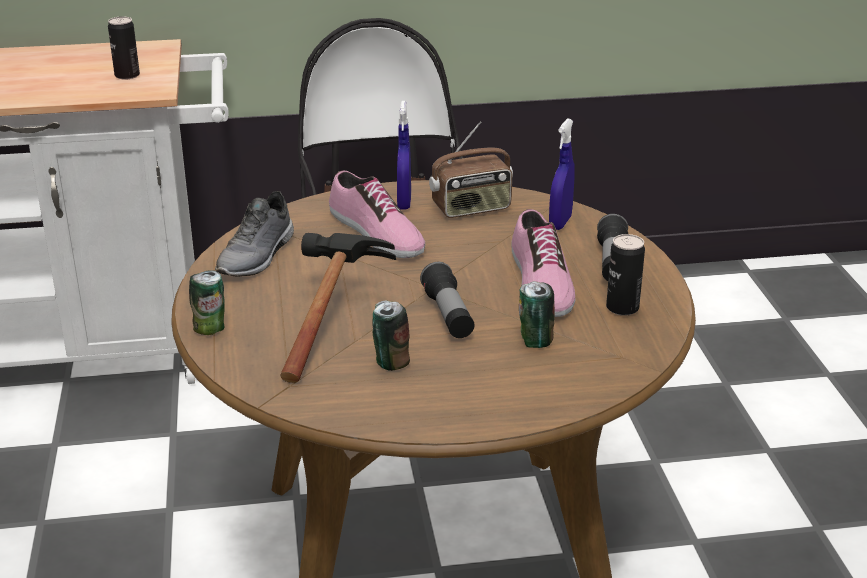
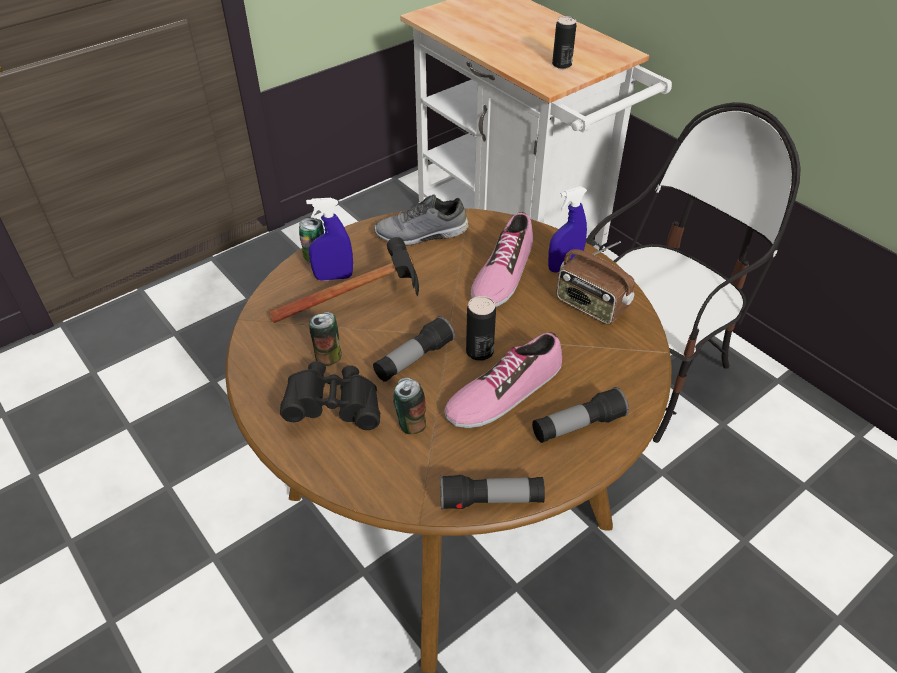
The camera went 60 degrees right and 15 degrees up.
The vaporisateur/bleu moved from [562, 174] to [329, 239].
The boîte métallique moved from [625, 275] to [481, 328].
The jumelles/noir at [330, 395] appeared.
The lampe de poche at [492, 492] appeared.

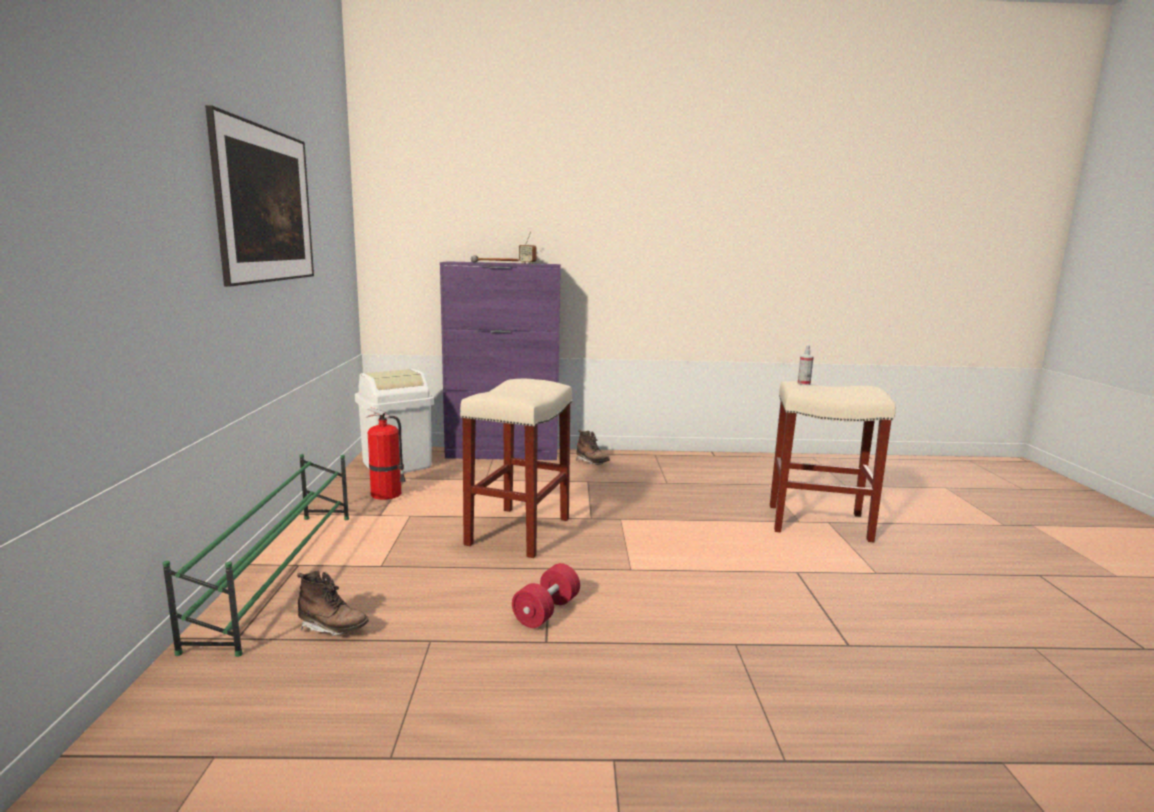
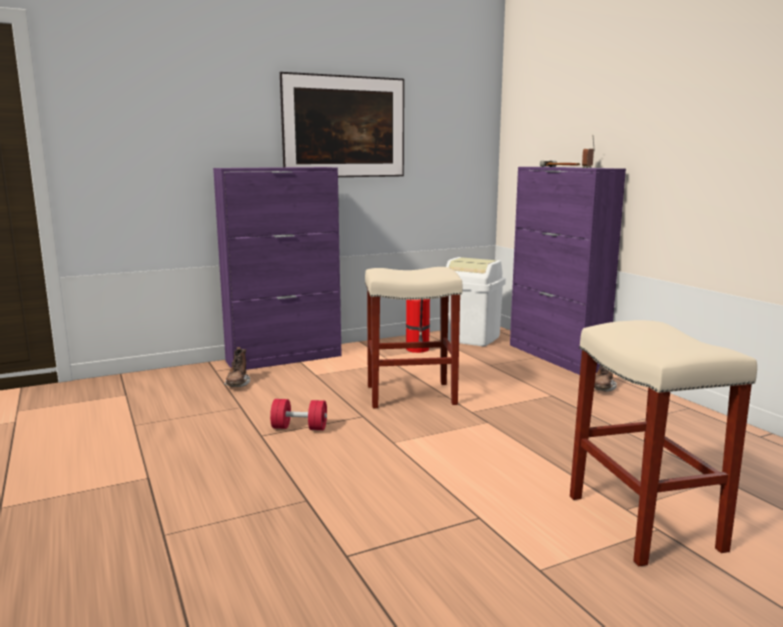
The camera went 65 degrees right and 0 degrees up.
The vaporisateur at [806, 365] disappeared.
The étagère à chaussures/vert at [255, 555] was replaced by the meuble de rangement/violet at [277, 268].

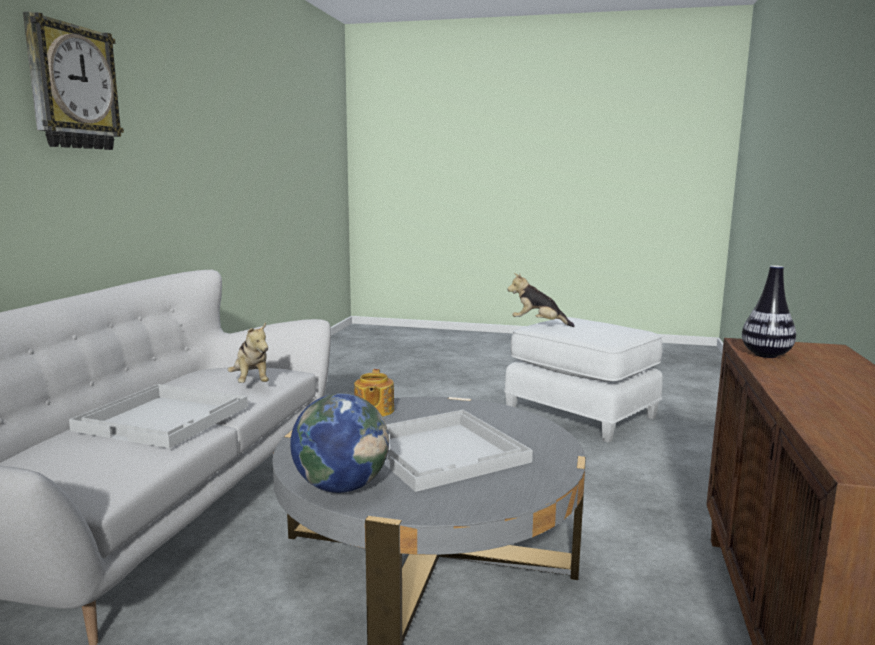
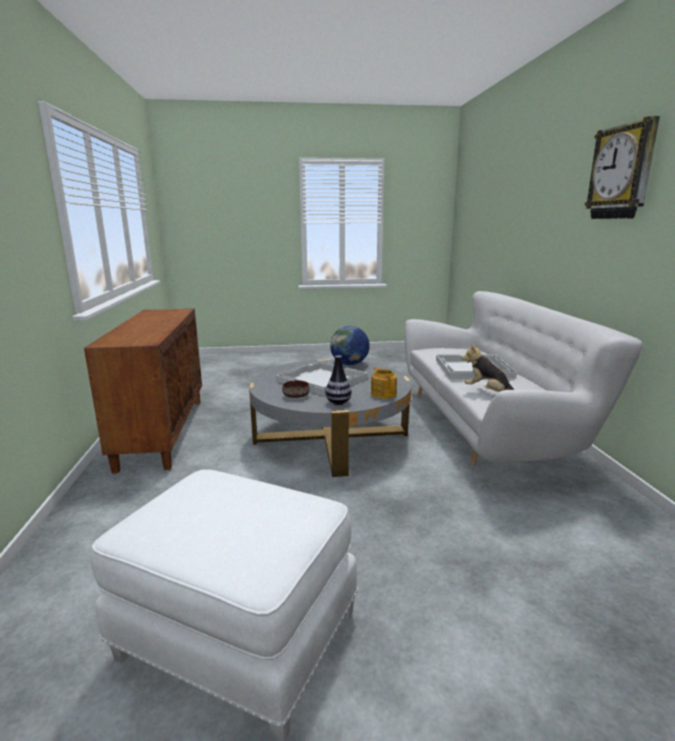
The camera went 160 degrees right and 5 degrees up.
The vase moved from [769, 311] to [338, 380].
The peluche at [541, 300] disappeared.
The bol/marron at [296, 389] appeared.

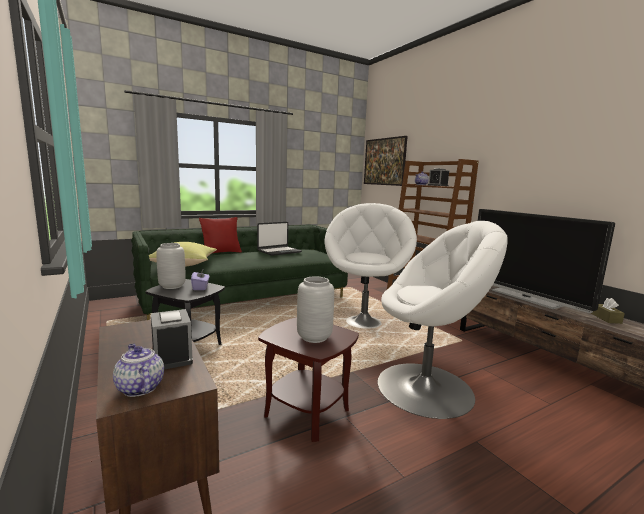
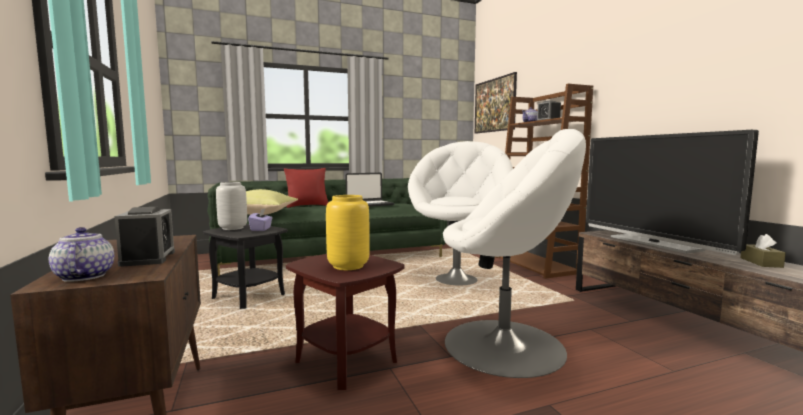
The camera went 10 degrees right and 5 degrees down.
The vase/gris at [315, 309] became the vase/jaune at [348, 232].

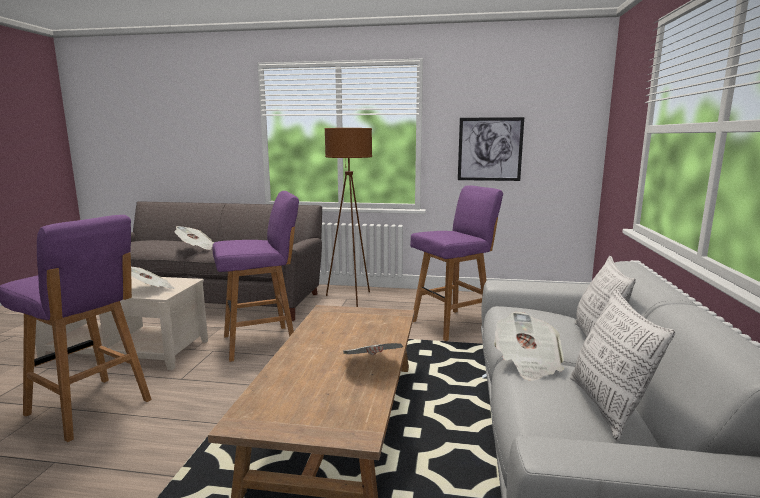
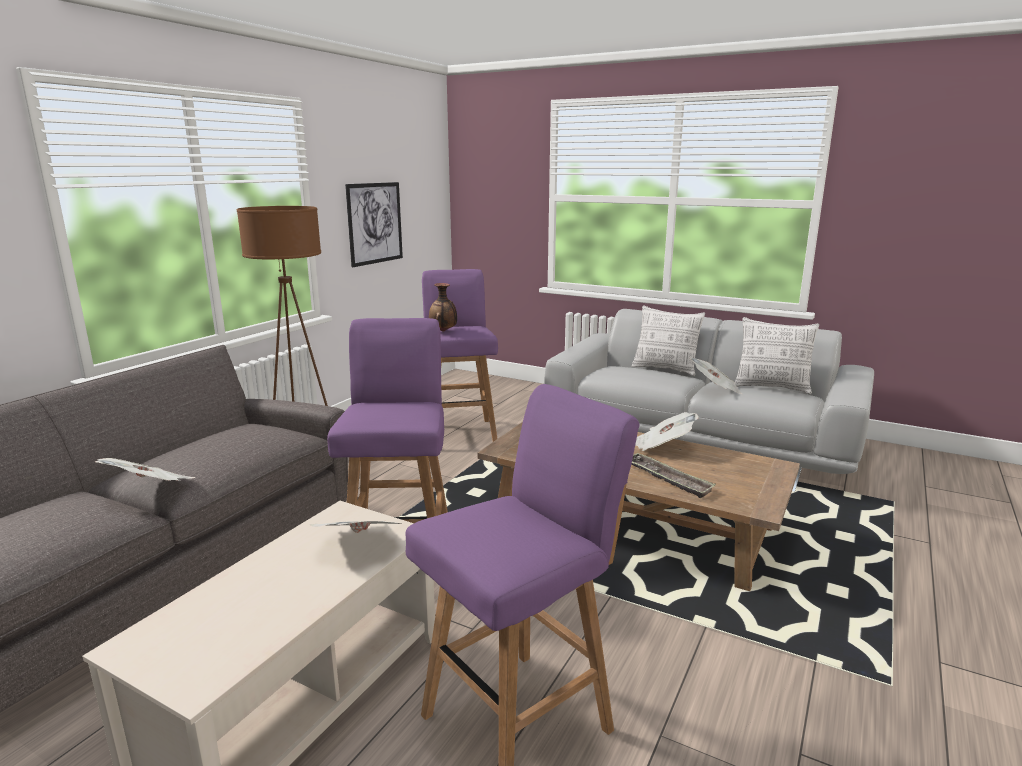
The camera went 70 degrees left and 5 degrees up.
The vase at [443, 307] appeared.
The plateau at [673, 475] appeared.

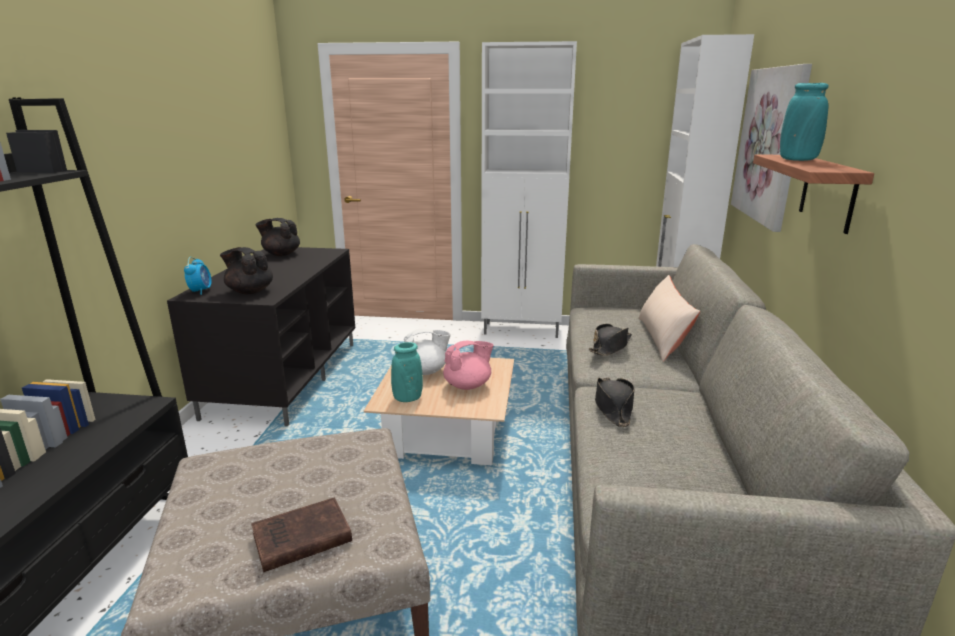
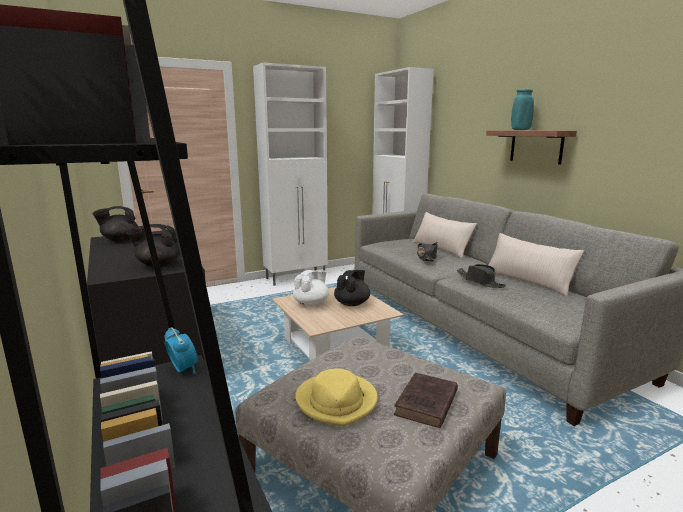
The camera went 35 degrees left and 5 degrees down.
The tableau at [771, 148] disappeared.
The réveil moved from [197, 276] to [181, 350].
The théière/rose at [468, 365] became the théière/noir at [352, 288].
The vase/turquoise at [407, 372] disappeared.
The coussin/beige at [536, 264] appeared.
The chapeau/jaune at [336, 397] appeared.

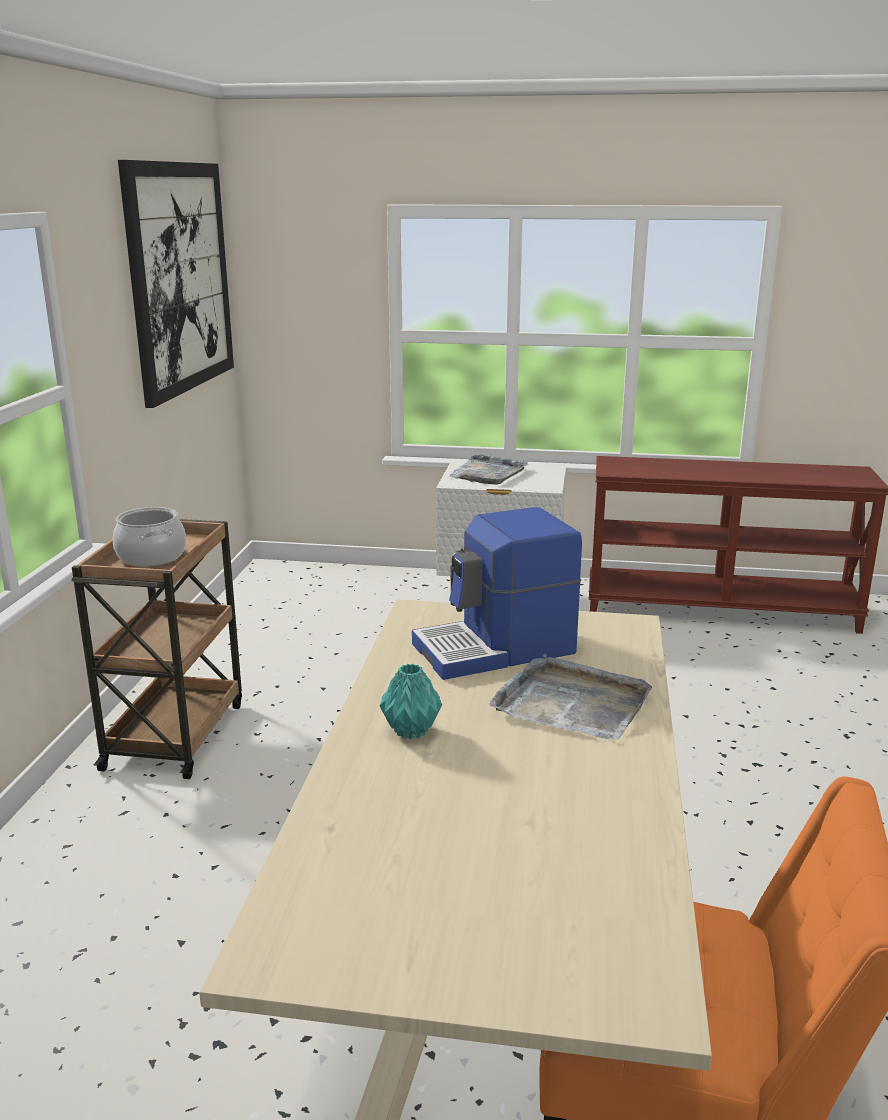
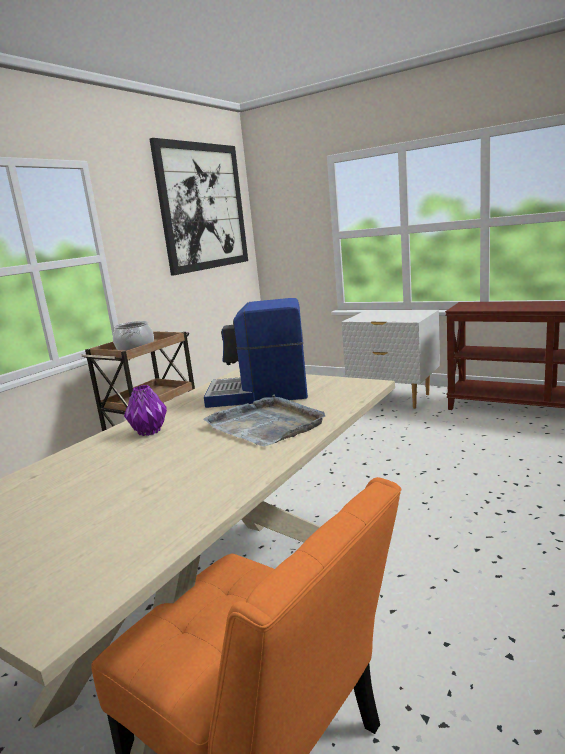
The camera went 25 degrees right and 5 degrees down.
The plateau/gris at [488, 469] disappeared.
The vase/turquoise at [411, 701] became the vase/violet at [145, 410].

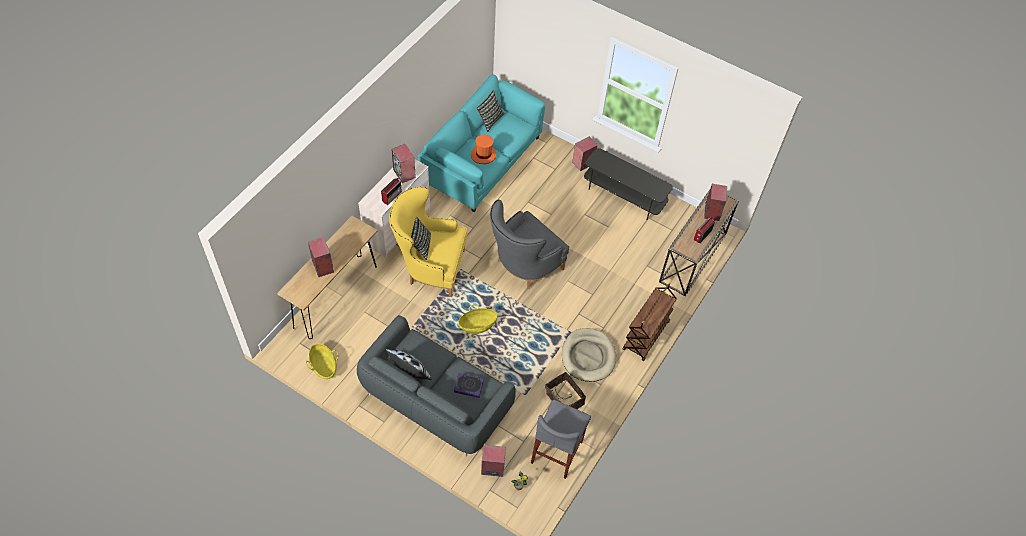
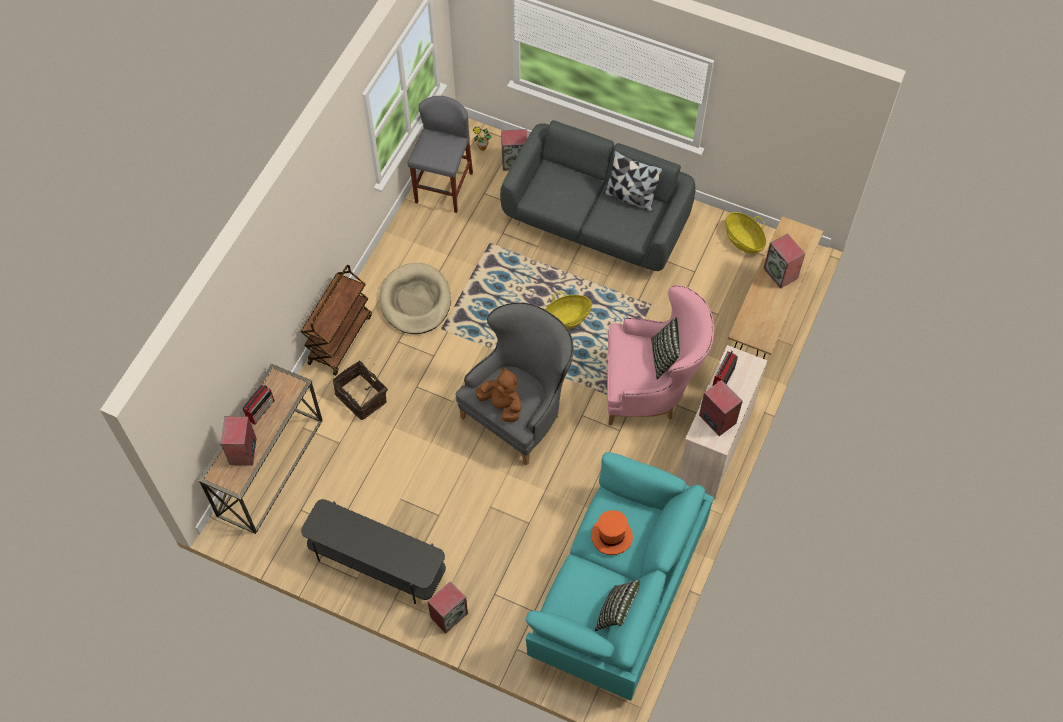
The camera went 175 degrees right and 5 degrees up.
The fauteuil/jaune at [428, 241] became the fauteuil/rose at [660, 355].
The panier moved from [565, 390] to [360, 390].
The livre at [469, 385] disappeared.
The peluche/marron at [499, 394] appeared.

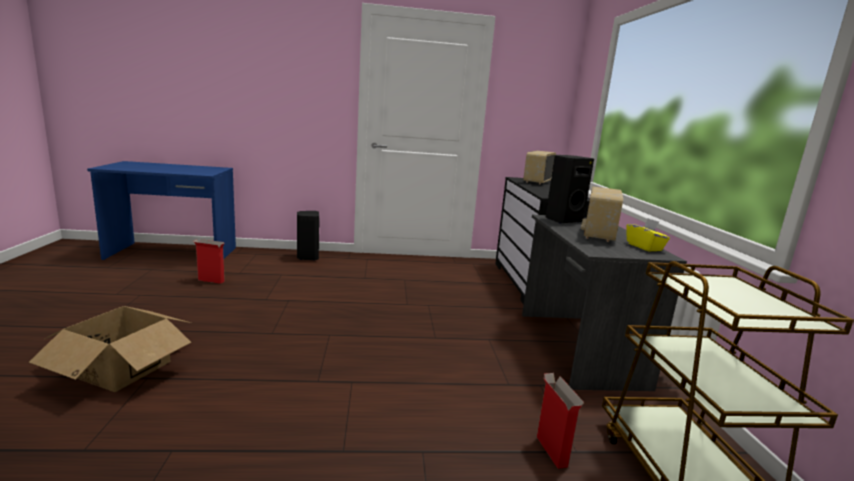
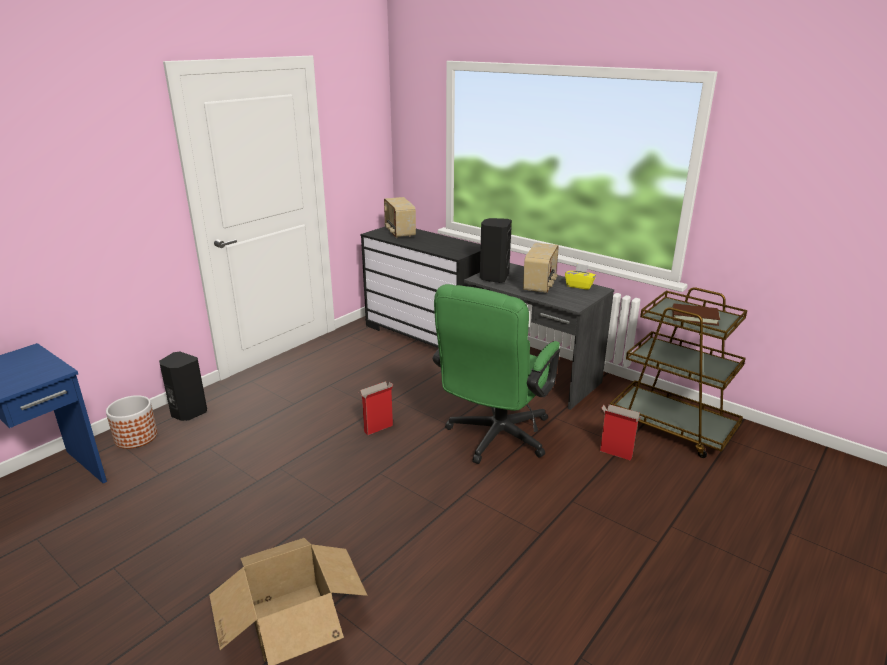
The camera went 45 degrees left and 10 degrees up.
The radio at [602, 214] turned 135 degrees counterclockwise.
The carton moved from [209, 261] to [376, 408].
The chaise de bureau/vert at [496, 374] appeared.
The livre/marron at [696, 314] appeared.
The cache-pot at [132, 422] appeared.

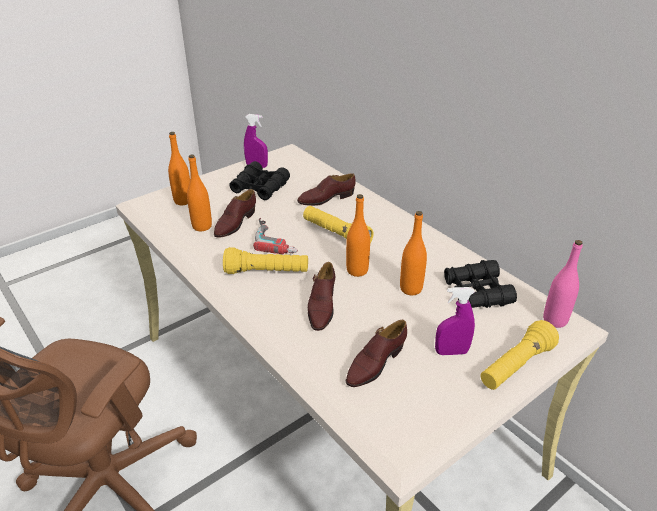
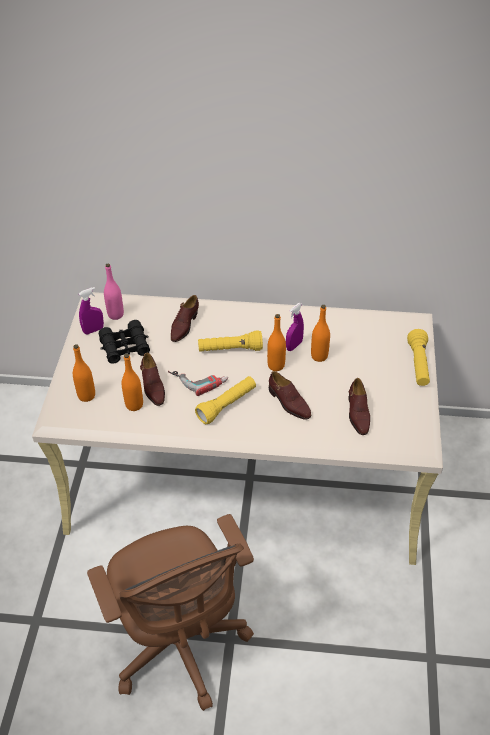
The camera went 45 degrees left and 10 degrees up.
The bouteille/rose moved from [562, 284] to [114, 292].
The jumelles/noir at [480, 284] disappeared.
The vaporisateur/violet moved from [455, 321] to [295, 327].

